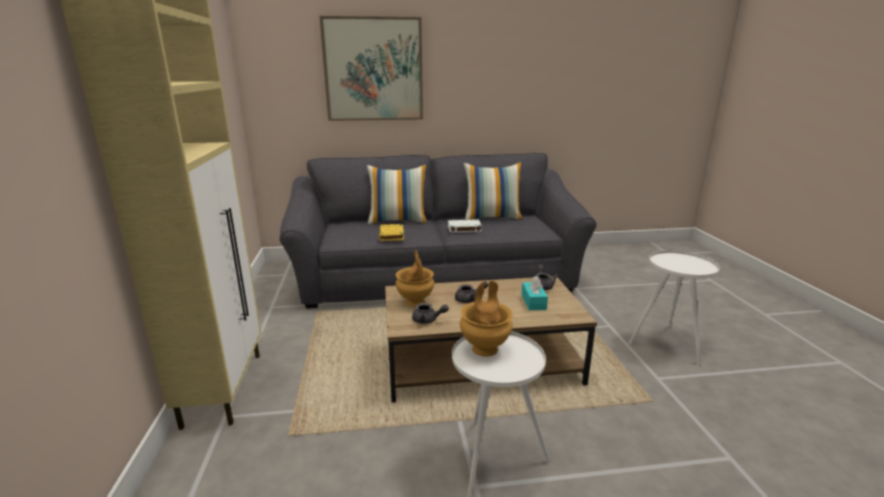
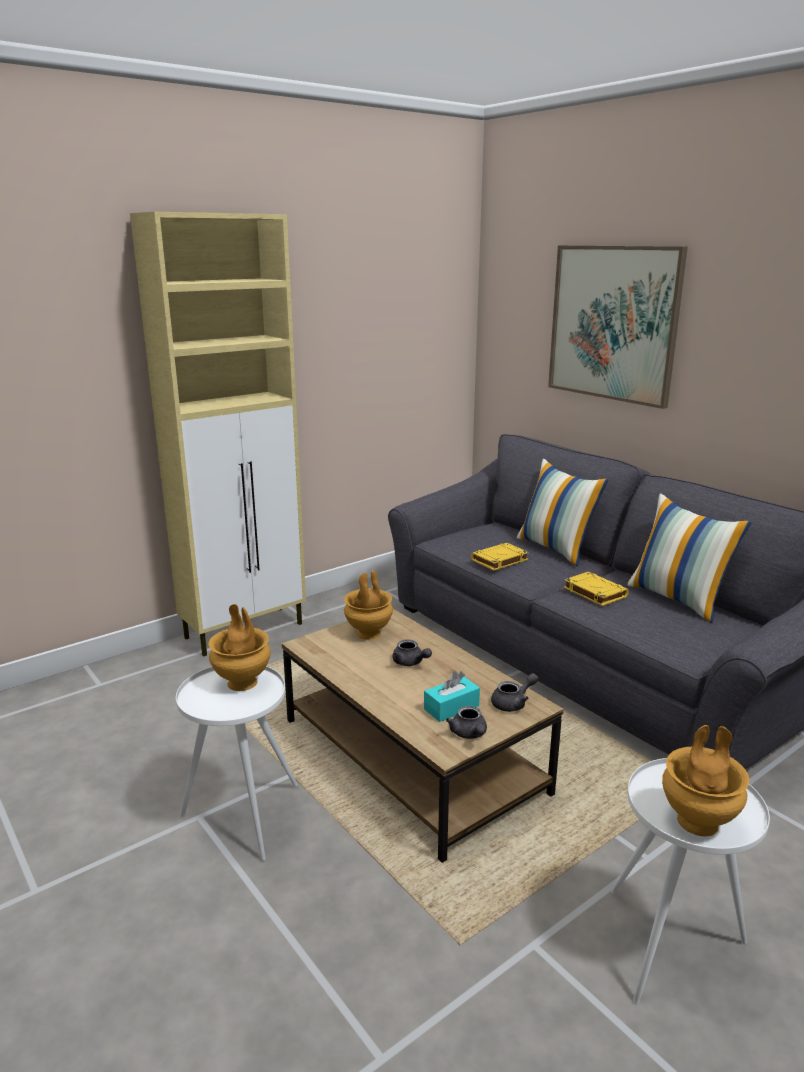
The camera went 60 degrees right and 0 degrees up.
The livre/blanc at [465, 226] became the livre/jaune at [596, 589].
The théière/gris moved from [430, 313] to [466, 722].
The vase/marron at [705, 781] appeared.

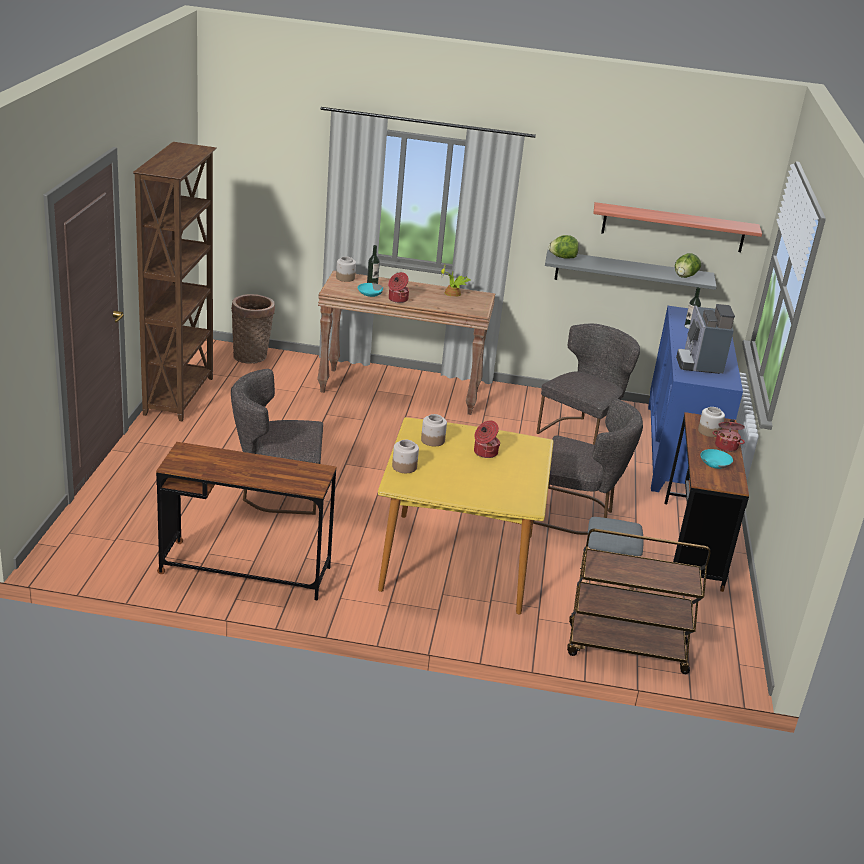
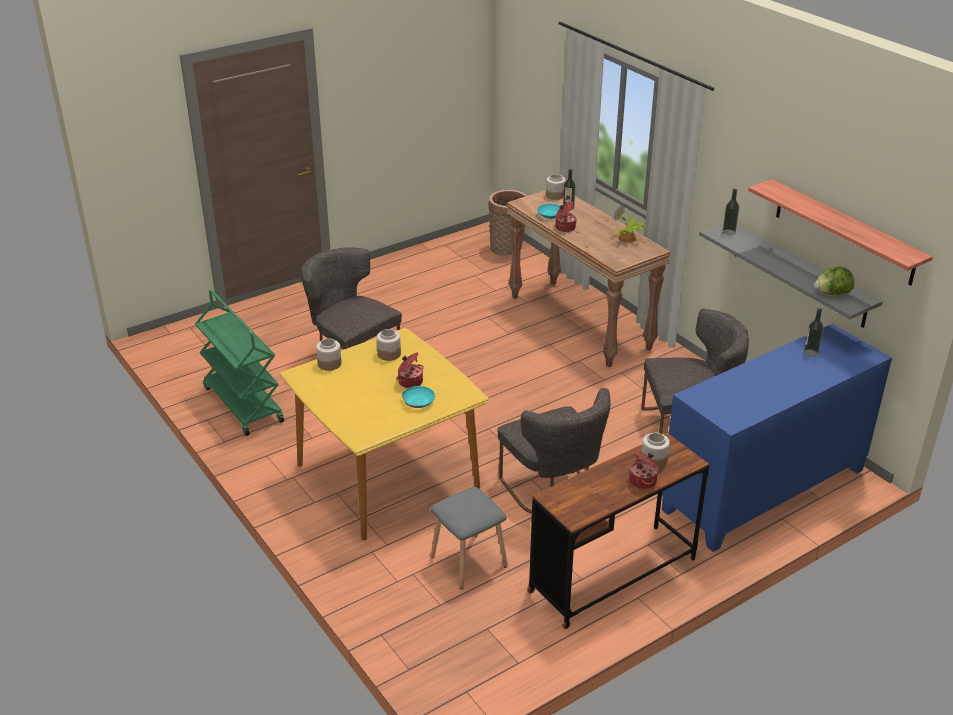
The camera went 50 degrees right and 5 degrees up.
The bibliothèque/marron at [175, 281] disappeared.
The laitue at [564, 247] was replaced by the bouteille at [731, 212].
The machine à café at [705, 339] disappeared.
The bureau/marron at [246, 521] was replaced by the chariot/vert at [239, 363].
The bol/turquoise moved from [717, 459] to [418, 397].
The chariot/marron at [638, 601] disappeared.

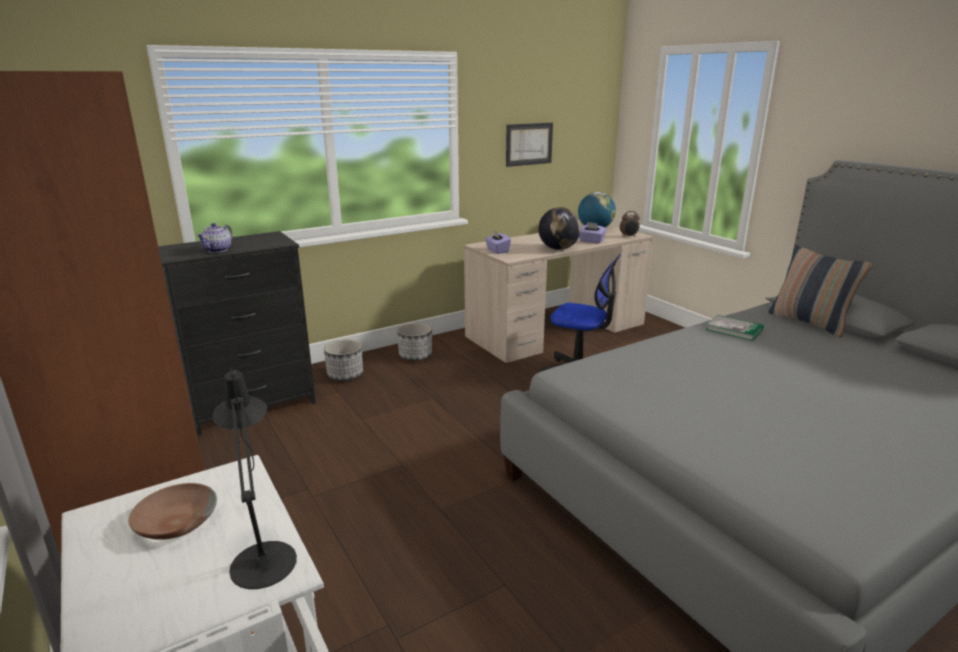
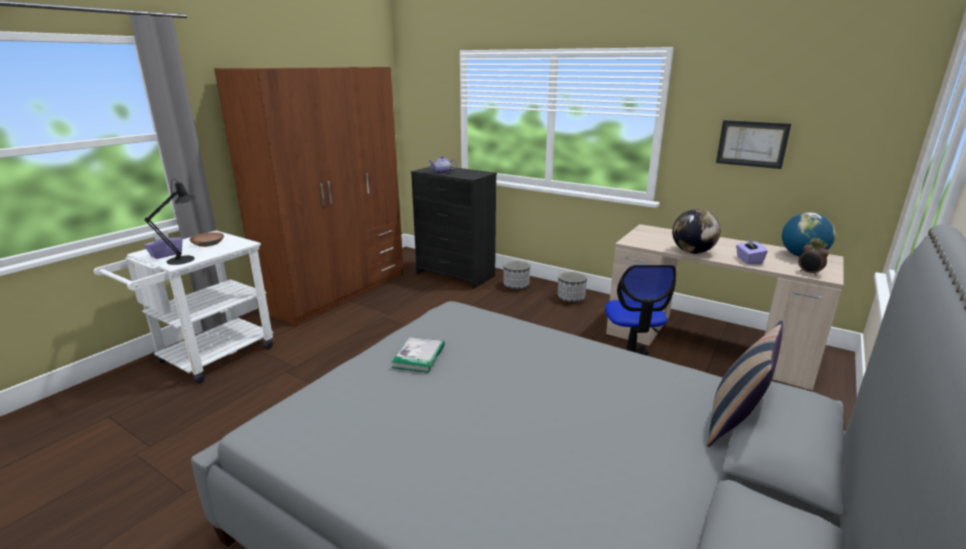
The camera went 65 degrees right and 0 degrees up.
The boîte à mouchoirs/violet moved from [498, 242] to [163, 244].
The livre moved from [735, 328] to [418, 355].

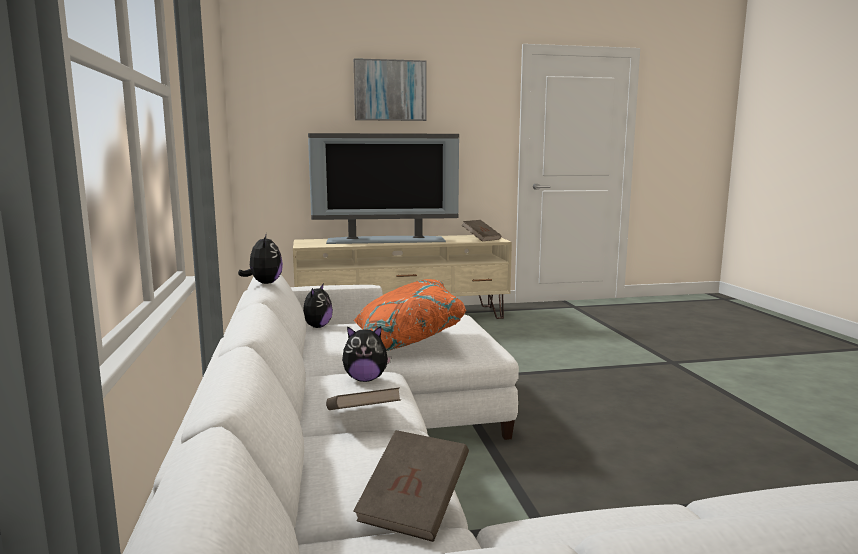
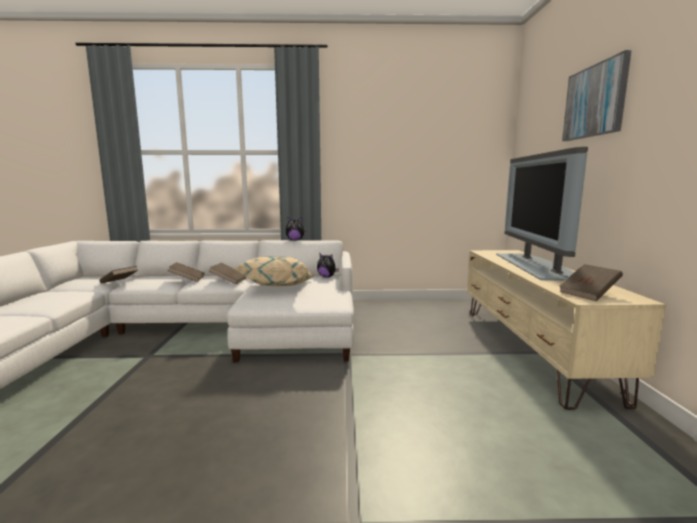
The camera went 100 degrees right and 0 degrees up.
The coussin/orange at [410, 315] became the coussin/beige at [273, 271].
The peluche at [367, 354] was replaced by the livre/marron at [228, 274].

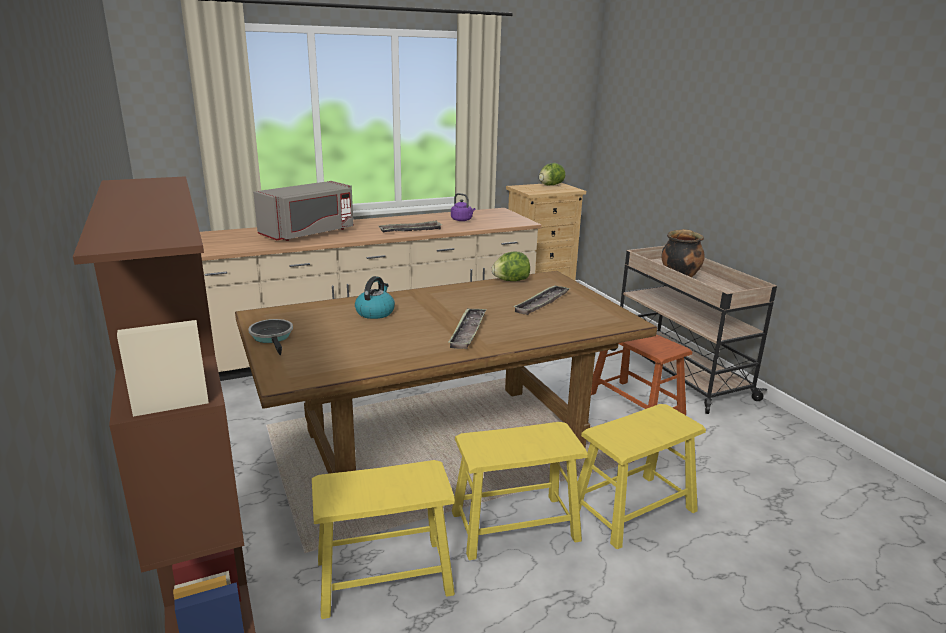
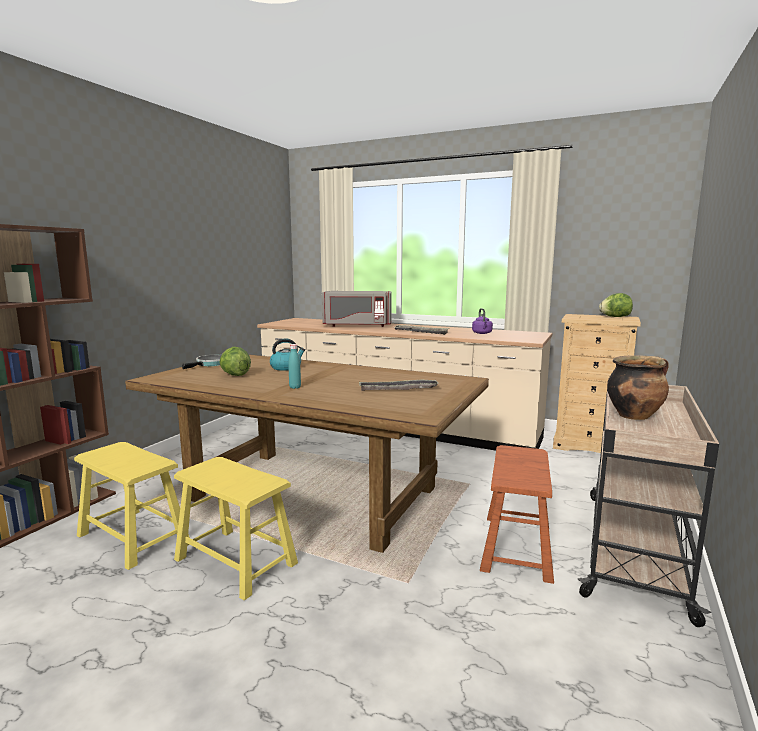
The camera went 50 degrees right and 10 degrees down.
The laitue moved from [511, 266] to [235, 361].
The plateau at [467, 328] was replaced by the bouteille/turquoise at [294, 366].
The tabouret/jaune at [642, 476] disappeared.

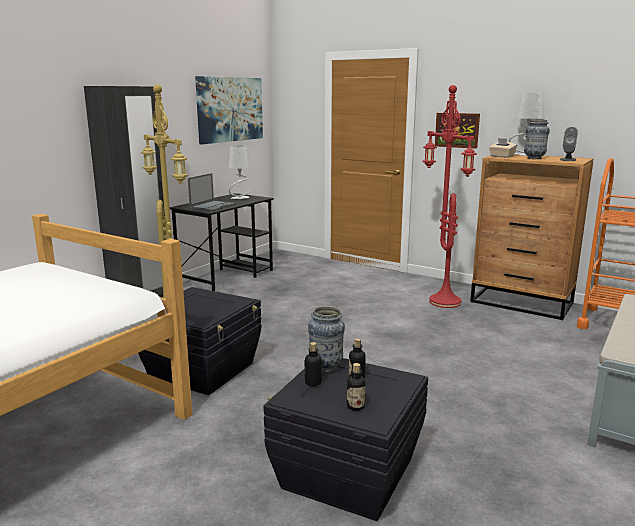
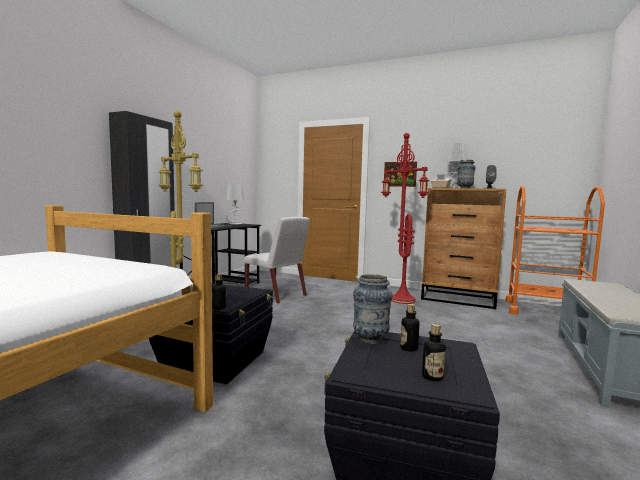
The camera went 10 degrees left and 10 degrees down.
The tableau at [229, 110] disappeared.
The bouteille moved from [313, 364] to [219, 292].
The chaise/blanc at [276, 260] appeared.

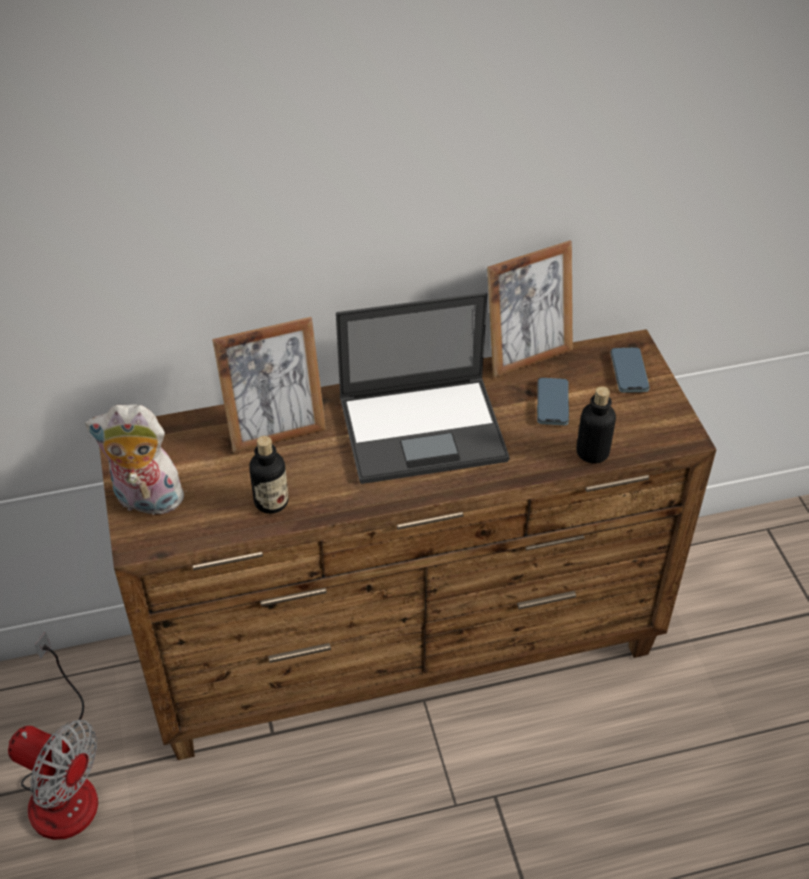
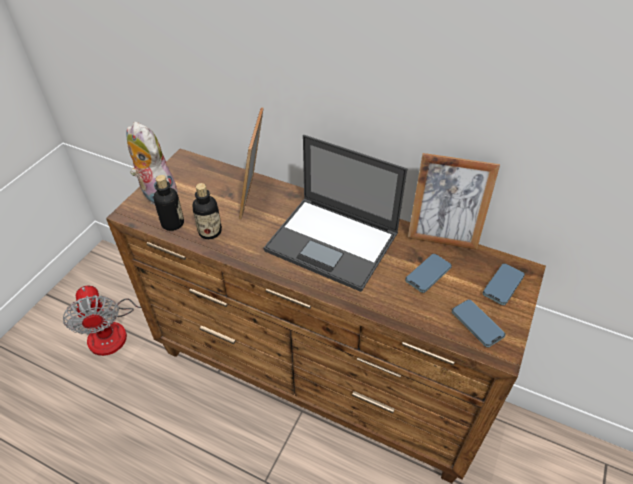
The camera went 40 degrees right and 0 degrees up.
The cadre photo at [269, 385] turned 75 degrees clockwise.
The bouteille moved from [596, 425] to [168, 203].
The téléphone at [479, 323] appeared.

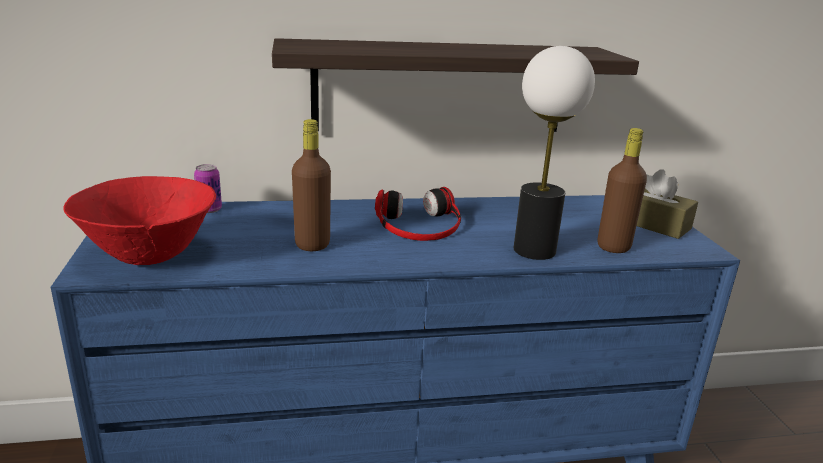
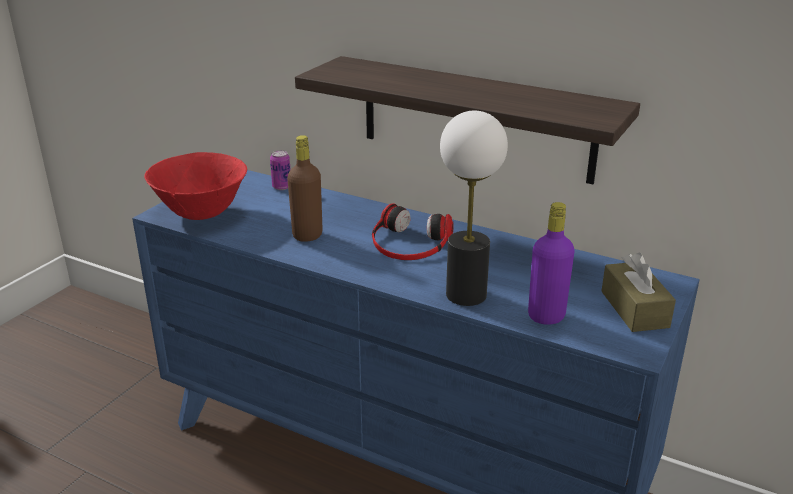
The camera went 40 degrees right and 5 degrees up.
The bouteille/marron at [622, 190] became the bouteille/violet at [551, 263].

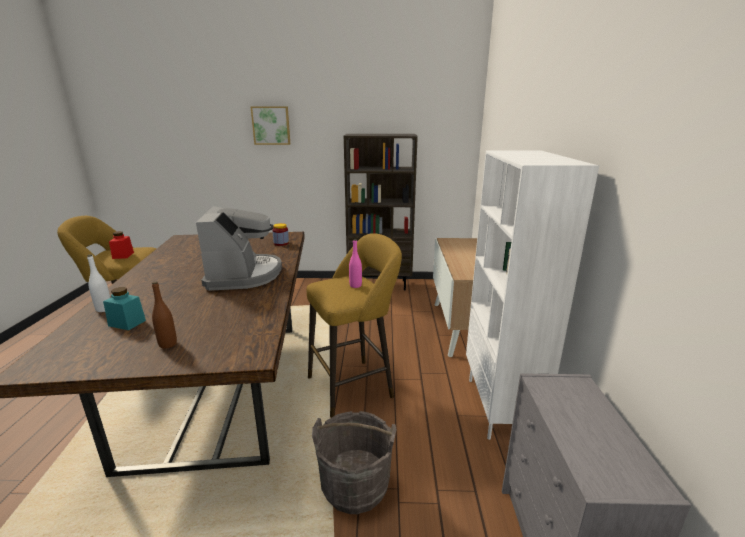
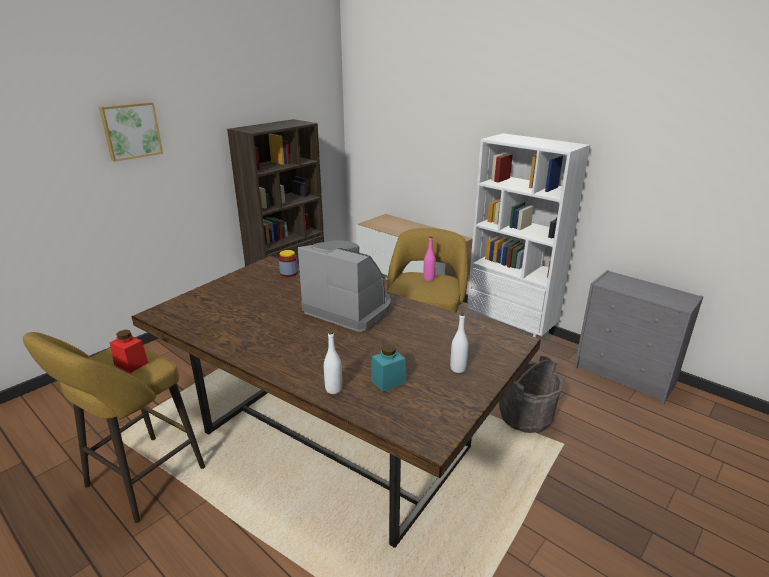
The camera went 50 degrees left and 5 degrees up.
The bouteille/marron at [164, 315] became the bouteille/blanc at [459, 343].

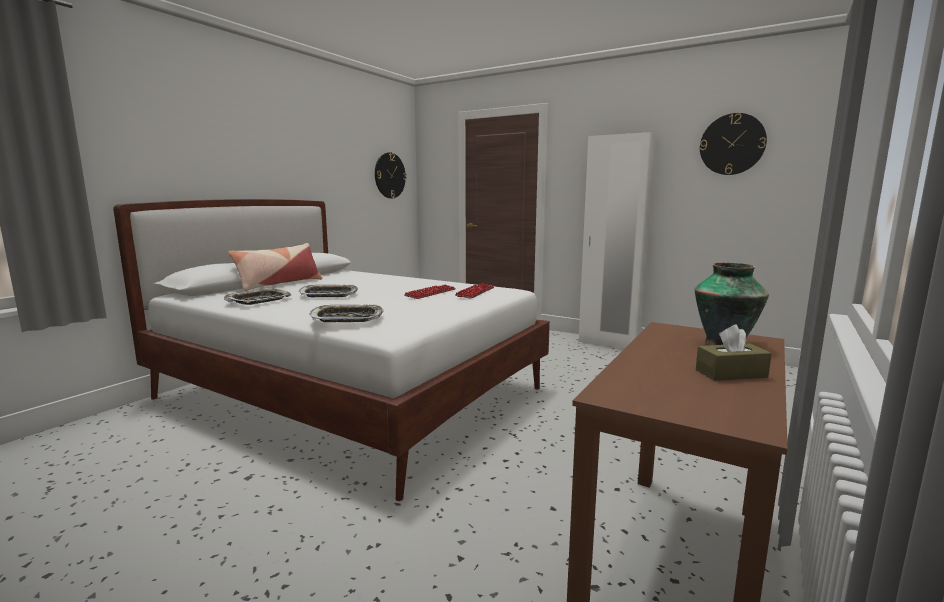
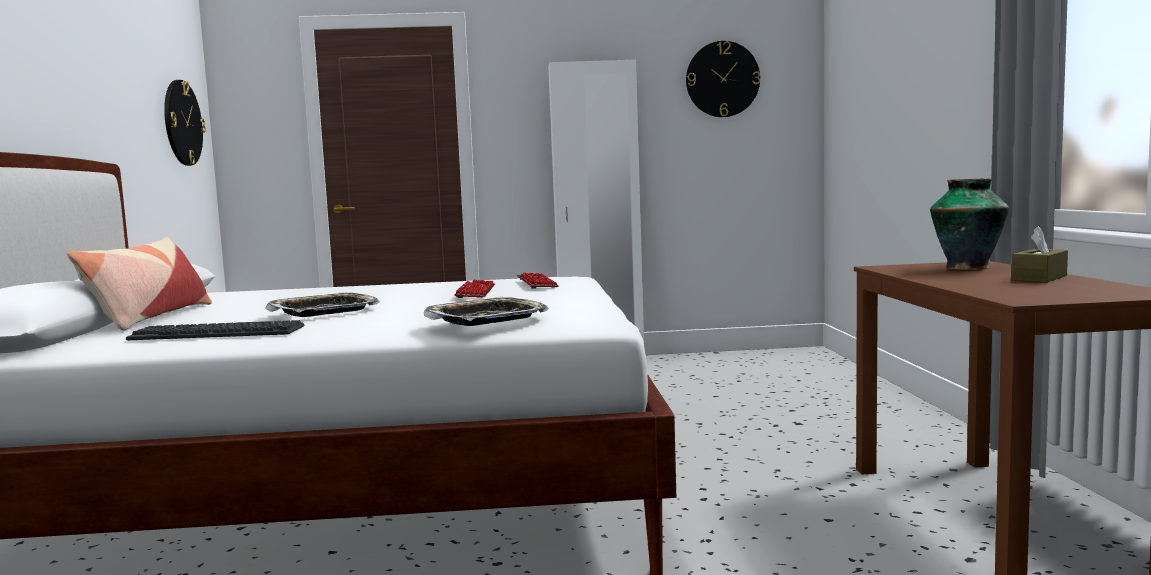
The camera went 35 degrees left and 5 degrees down.
The plateau at [257, 296] was replaced by the clavier at [215, 330].

